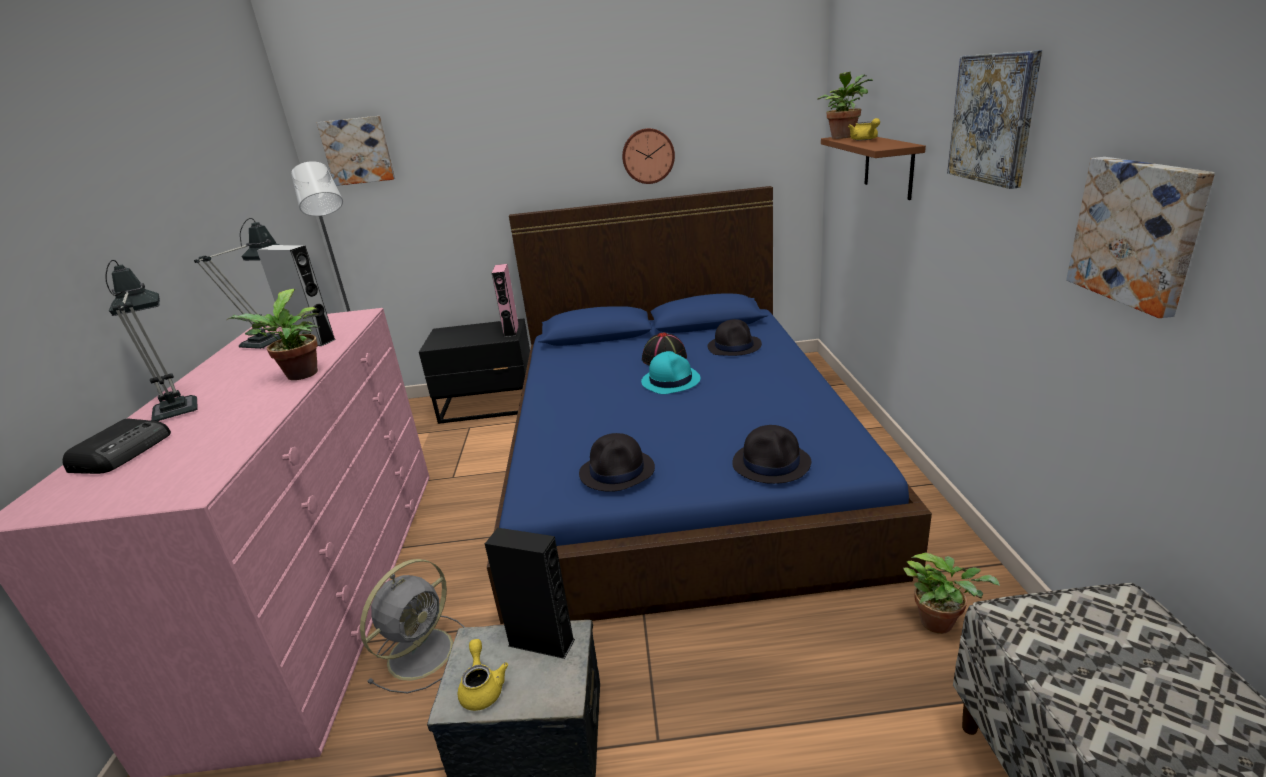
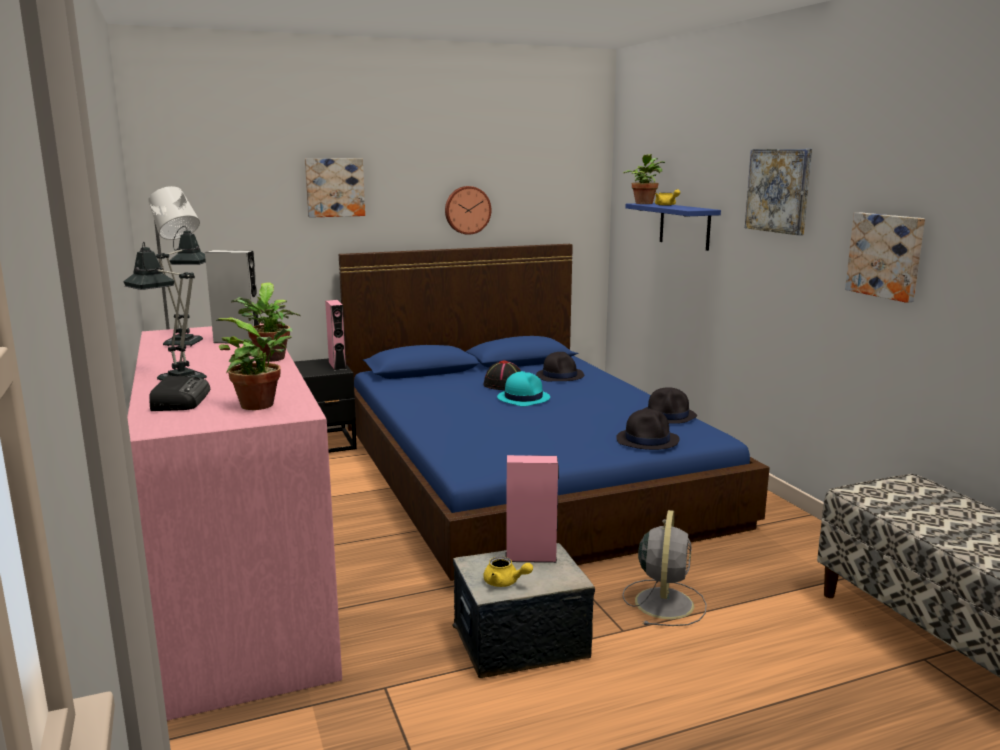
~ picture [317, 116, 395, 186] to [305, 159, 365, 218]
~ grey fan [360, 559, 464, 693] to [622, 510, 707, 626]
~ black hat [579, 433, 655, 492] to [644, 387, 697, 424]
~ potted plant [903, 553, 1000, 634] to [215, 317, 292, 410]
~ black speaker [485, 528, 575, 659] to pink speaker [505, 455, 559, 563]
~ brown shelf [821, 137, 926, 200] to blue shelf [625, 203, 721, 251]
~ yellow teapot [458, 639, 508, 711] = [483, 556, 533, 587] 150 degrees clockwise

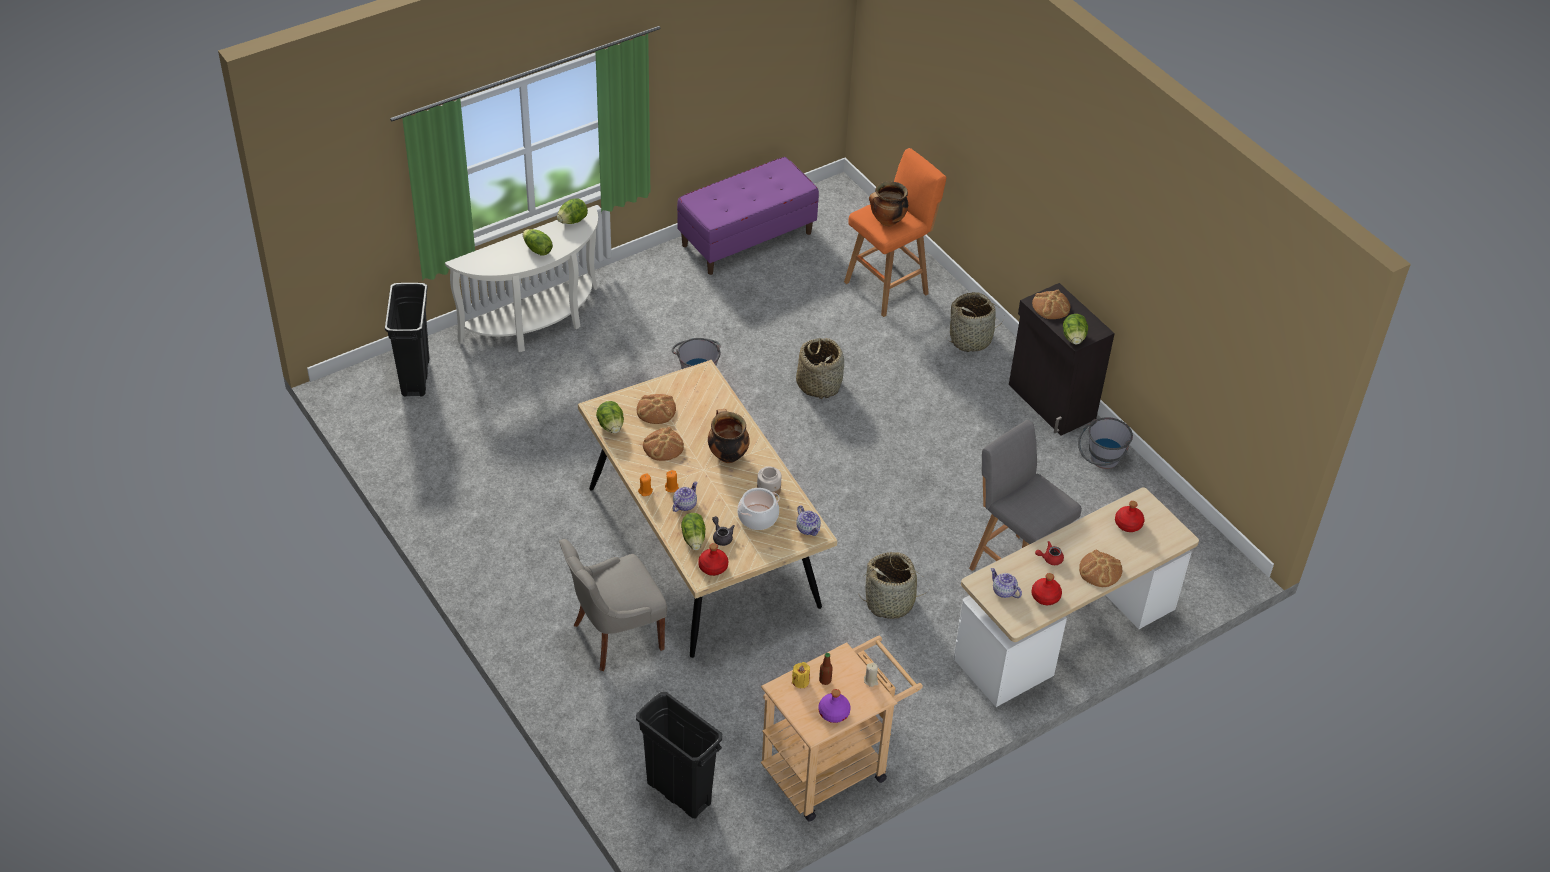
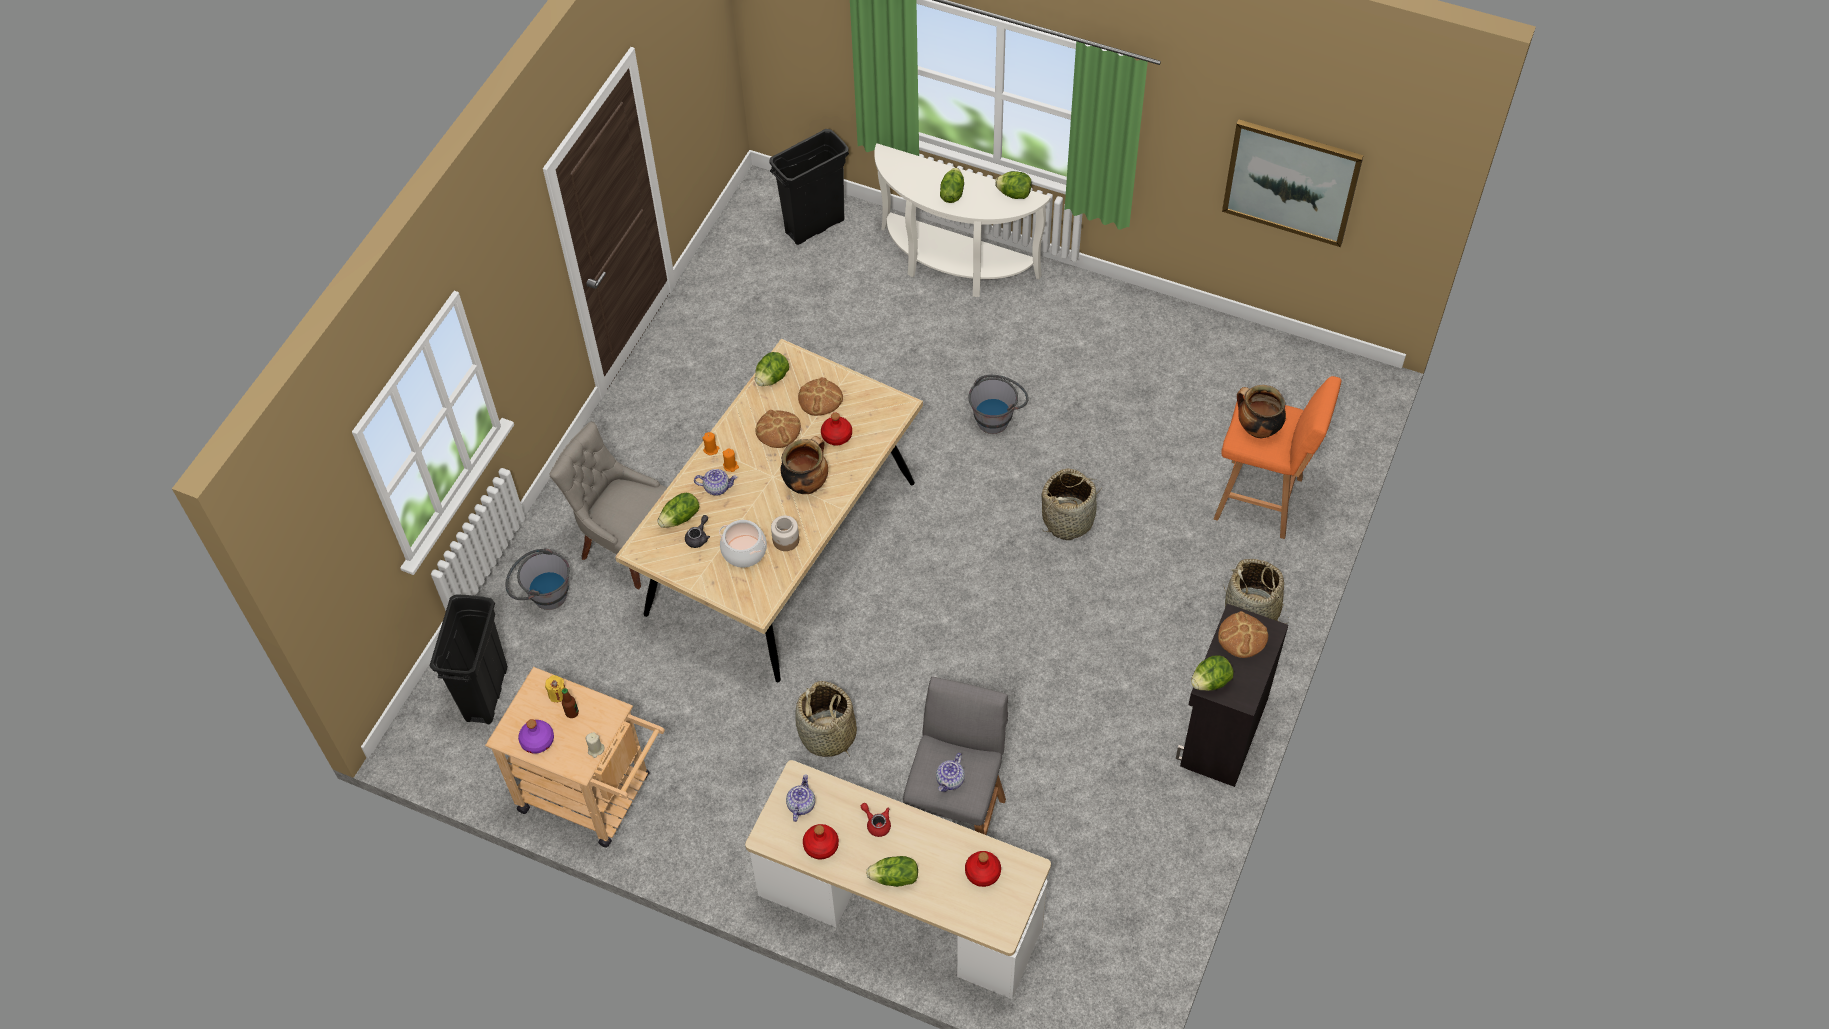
- purple bench [677, 157, 819, 275]
+ picture [1222, 120, 1364, 247]
~ red bottle [698, 543, 728, 576] to [821, 412, 852, 446]
~ teapot [796, 506, 821, 536] to [936, 753, 965, 792]
~ grey bucket [1078, 417, 1133, 469] to [505, 548, 570, 610]
~ bread [1079, 550, 1122, 587] to lettuce [866, 856, 918, 887]

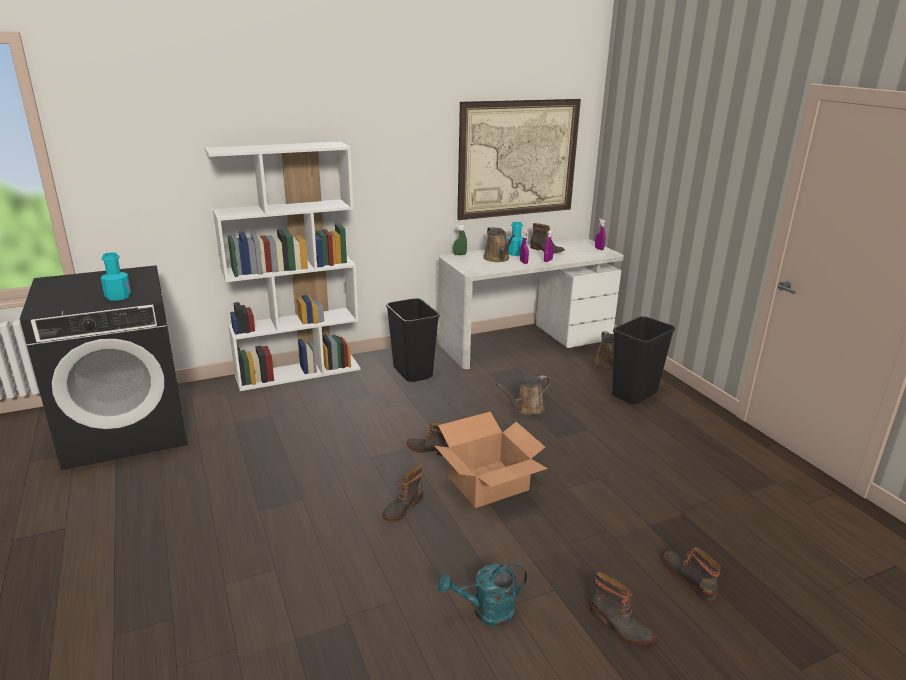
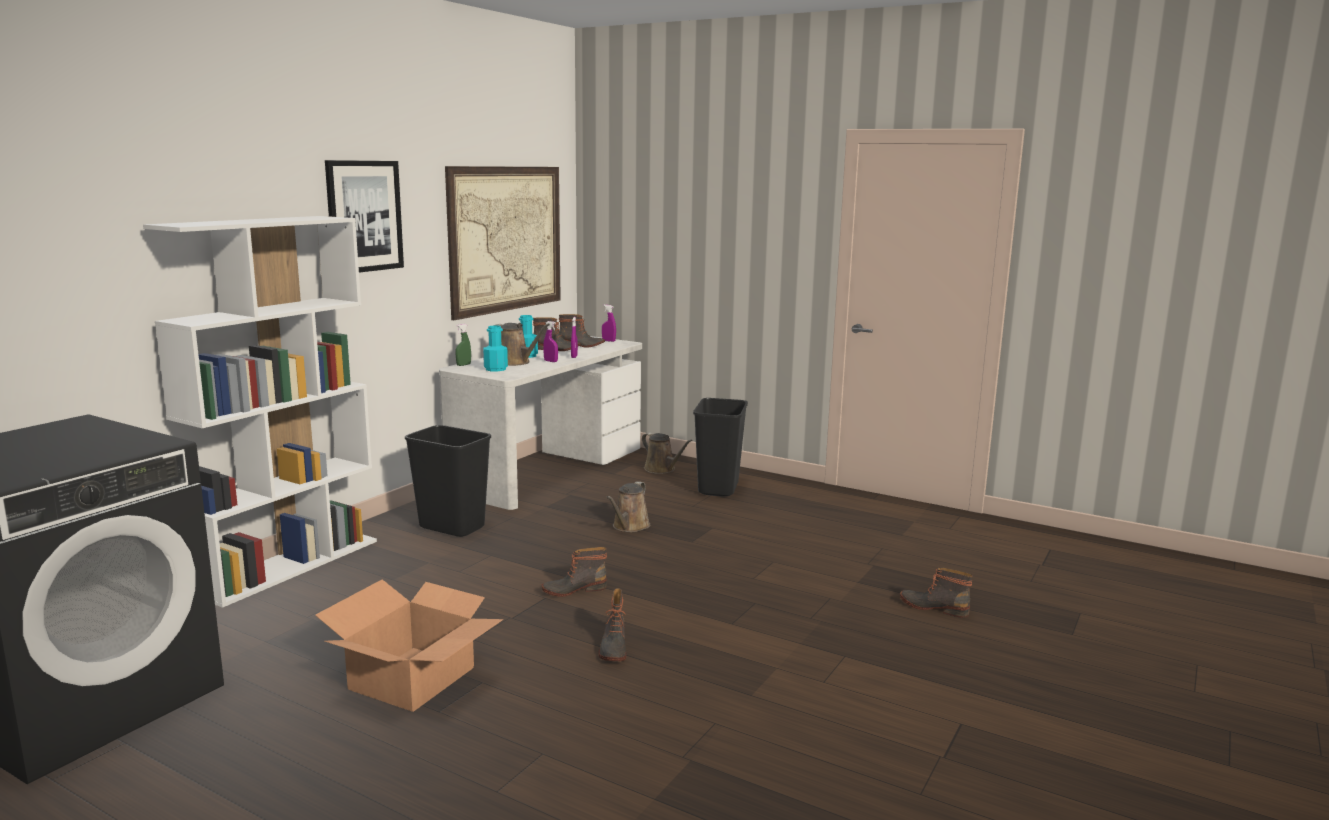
- turquoise watering can [438, 563, 527, 626]
+ picture [325, 160, 404, 273]
~ turquoise bottle [101, 252, 131, 301] to [483, 325, 508, 371]
~ cardboard box [435, 412, 548, 508] to [315, 579, 503, 712]
~ boot [590, 572, 657, 645] to [559, 314, 605, 348]

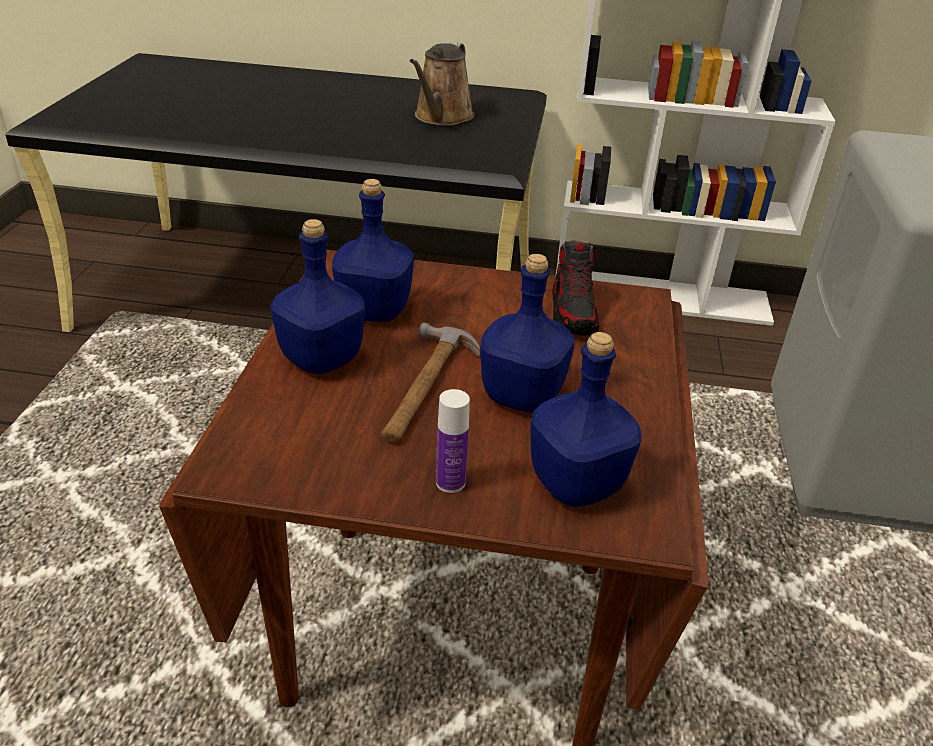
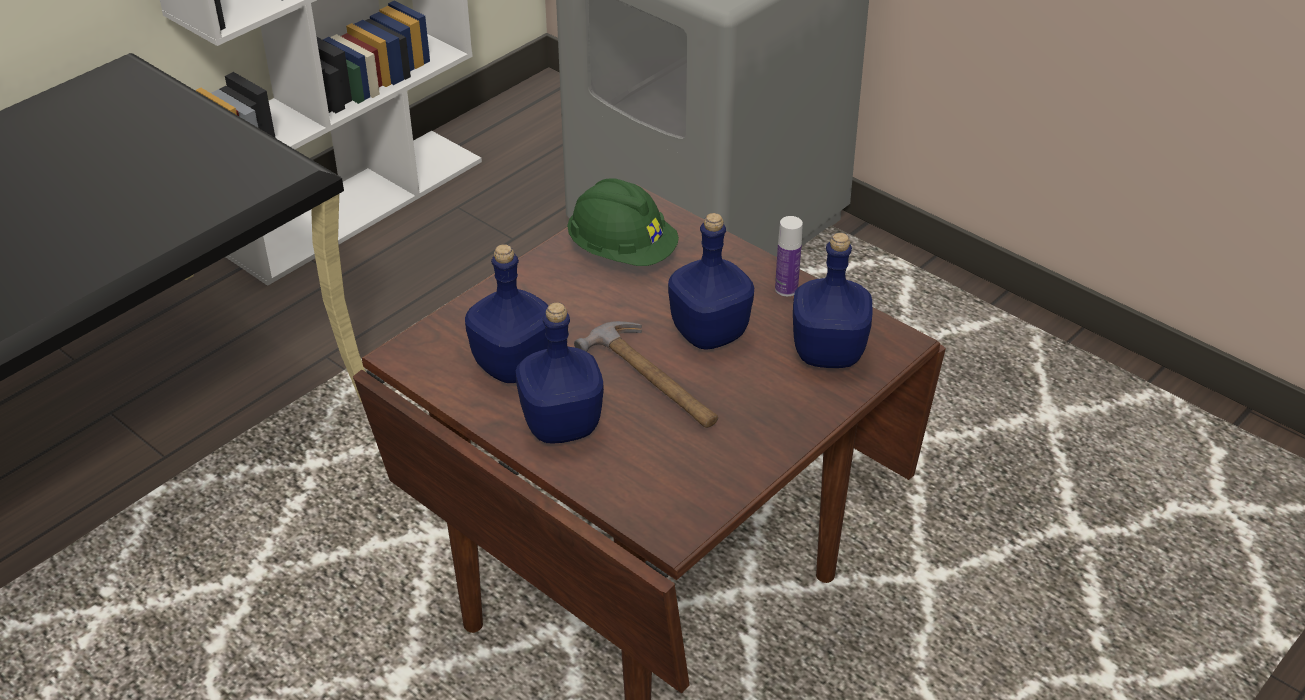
- brown watering can [410, 42, 474, 126]
~ bottle [436, 389, 470, 493] to [775, 216, 803, 296]
~ shoe [552, 240, 599, 335] to green hard hat [567, 178, 679, 266]

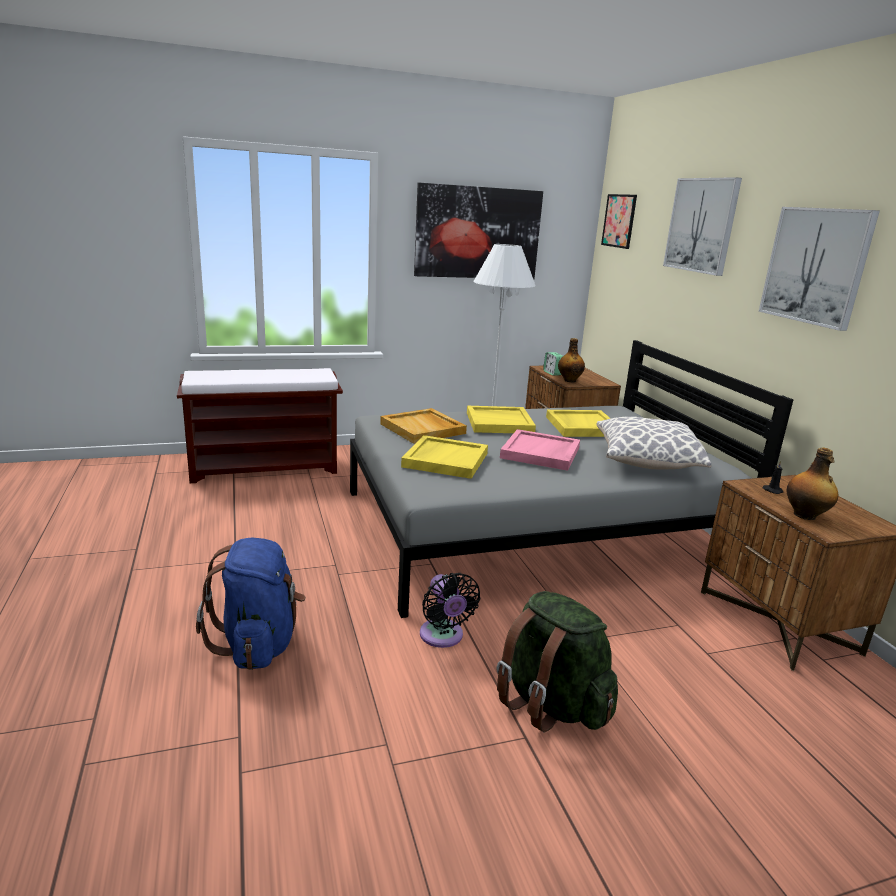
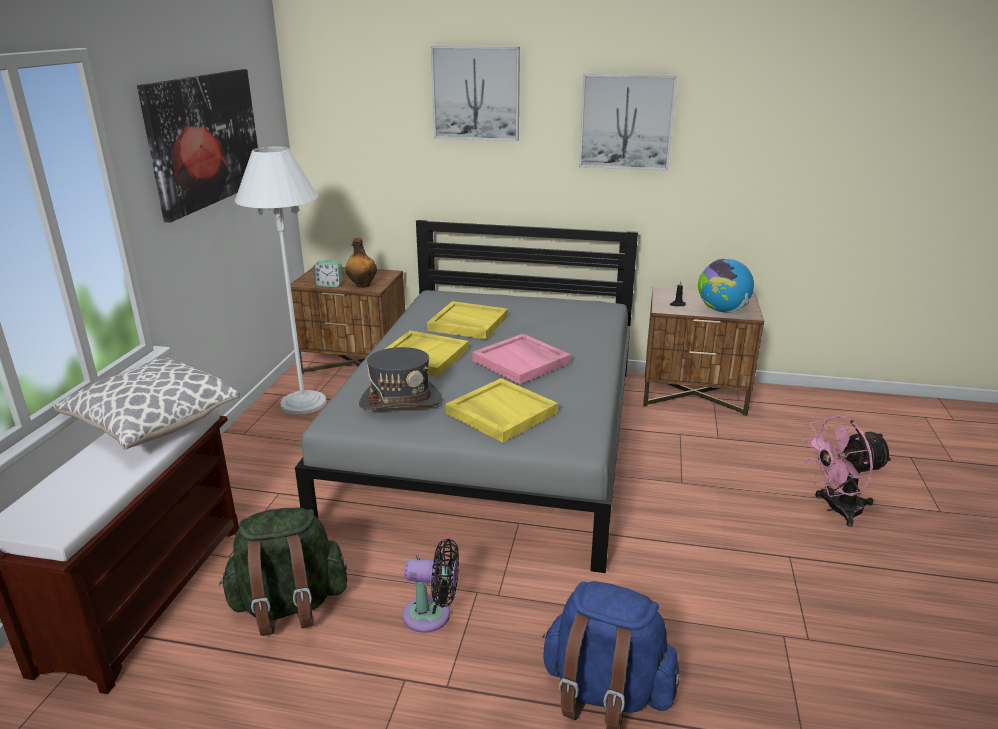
- picture [601, 194, 637, 249]
+ pink fan [803, 415, 893, 527]
~ black fan [420, 573, 480, 648] to [403, 539, 459, 633]
~ green backpack [497, 591, 618, 732] to [219, 508, 347, 636]
~ pillow [596, 416, 711, 470] to [53, 357, 240, 450]
~ beige tray [380, 408, 467, 444] to grey hat [359, 347, 442, 410]
~ bottle [786, 448, 838, 520] to globe [698, 259, 754, 313]

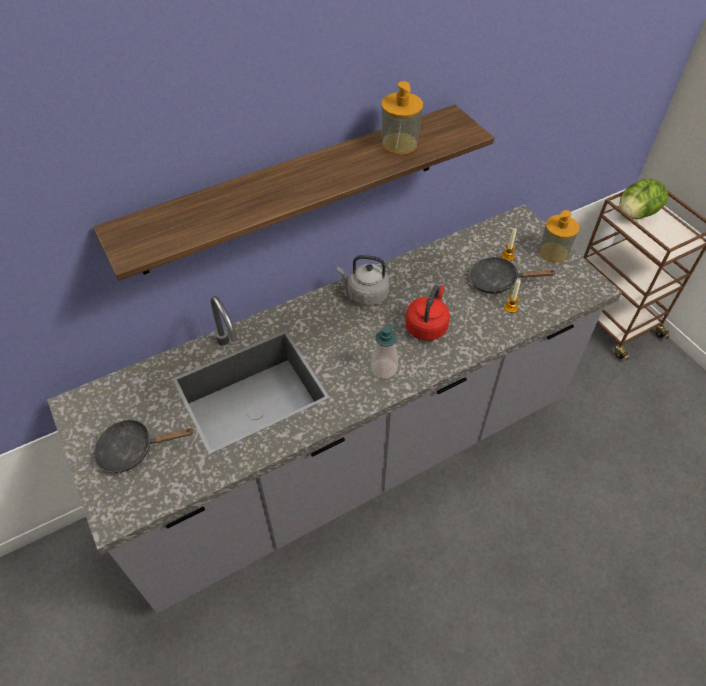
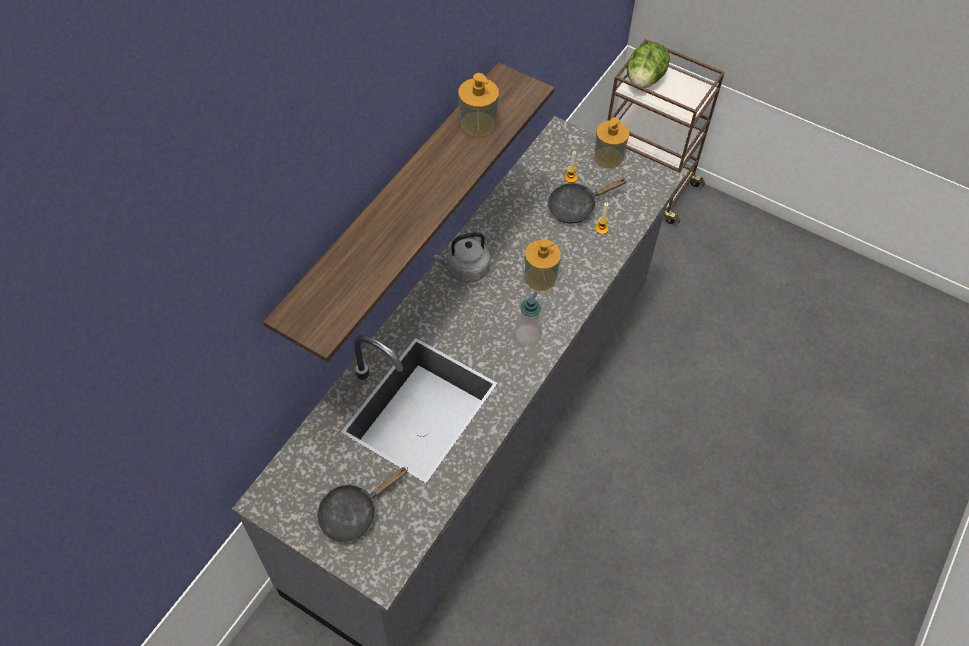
~ red kettle [405, 285, 450, 341] to soap dispenser [525, 239, 561, 291]

